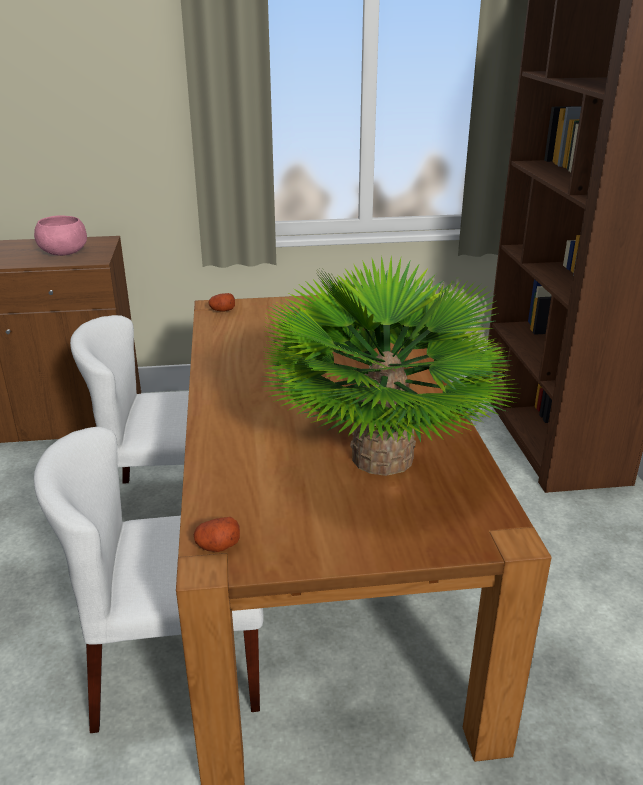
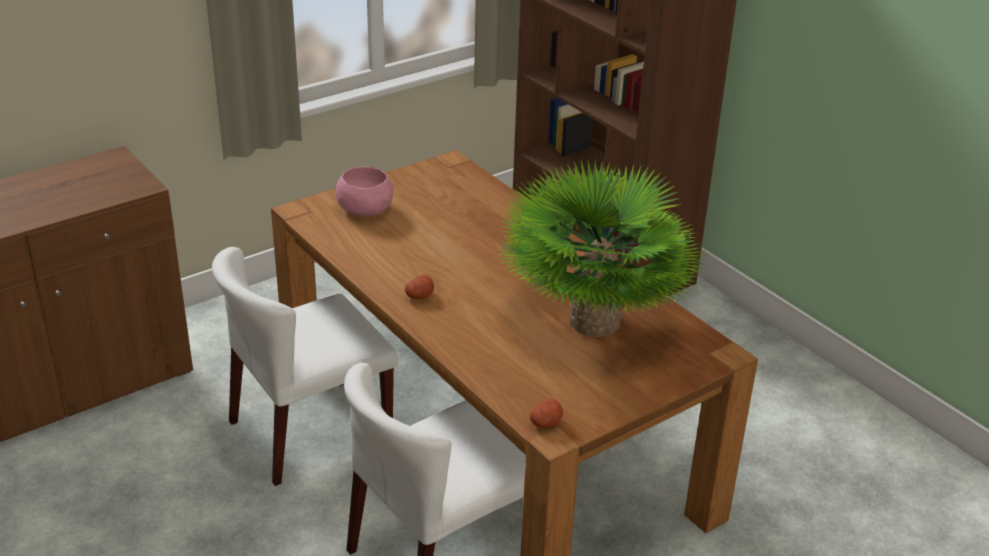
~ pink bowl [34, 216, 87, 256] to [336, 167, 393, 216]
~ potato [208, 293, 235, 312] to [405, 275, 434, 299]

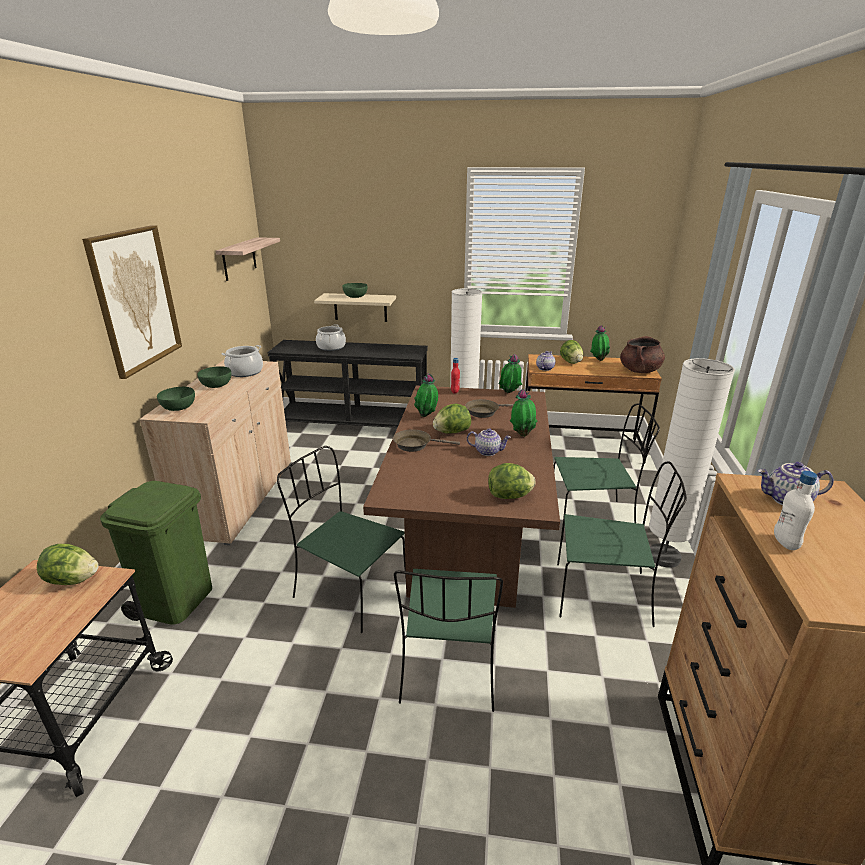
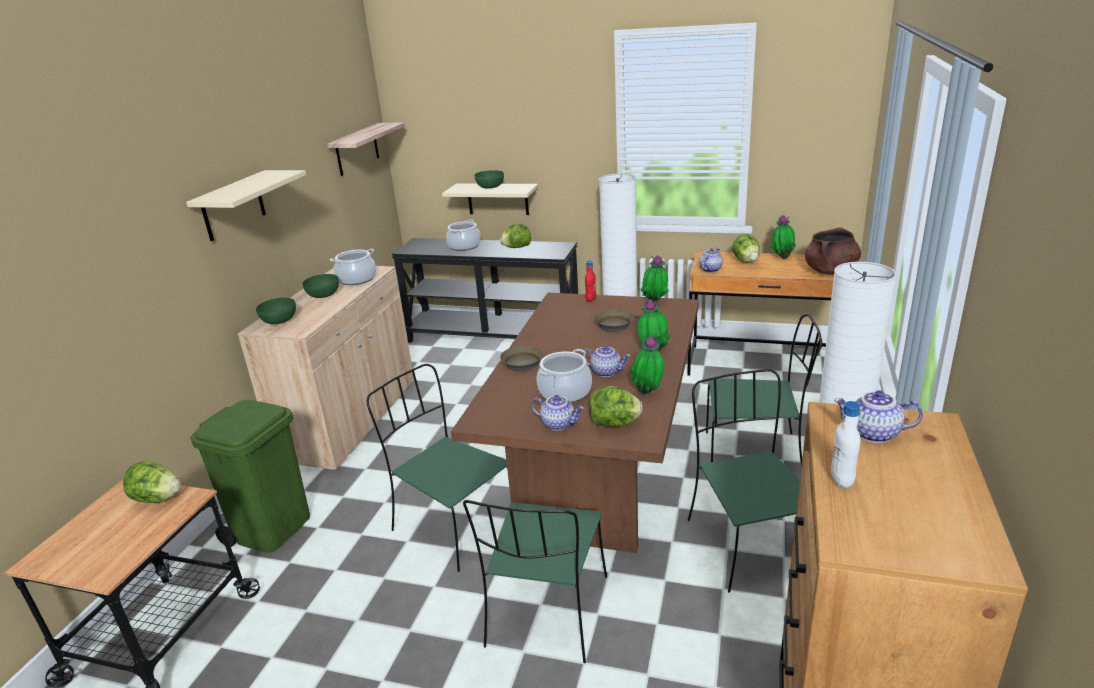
+ teapot [531, 395, 584, 431]
+ cooking pot [536, 349, 592, 403]
~ potted plant [414, 373, 438, 417] to [630, 336, 664, 394]
~ lettuce [433, 404, 471, 434] to [500, 224, 531, 248]
~ picture [82, 225, 182, 379] to beige shelf [186, 170, 306, 241]
~ green chair [557, 462, 687, 627] = [688, 369, 800, 593] 120 degrees counterclockwise

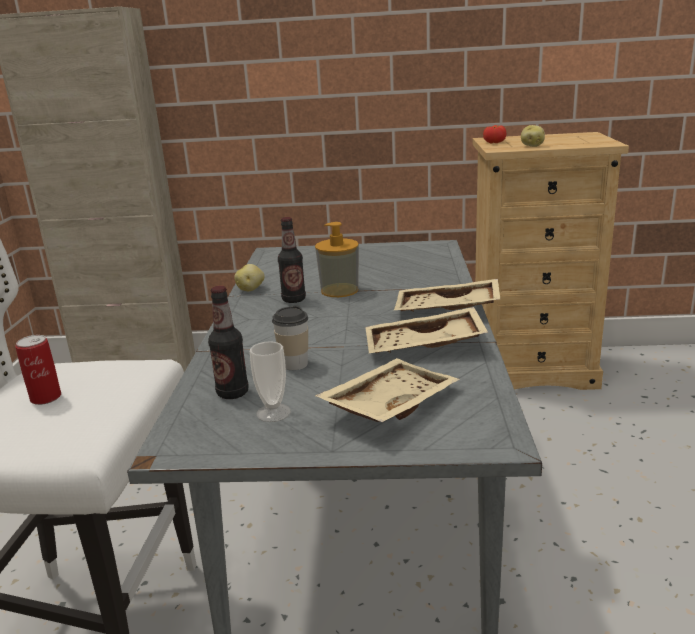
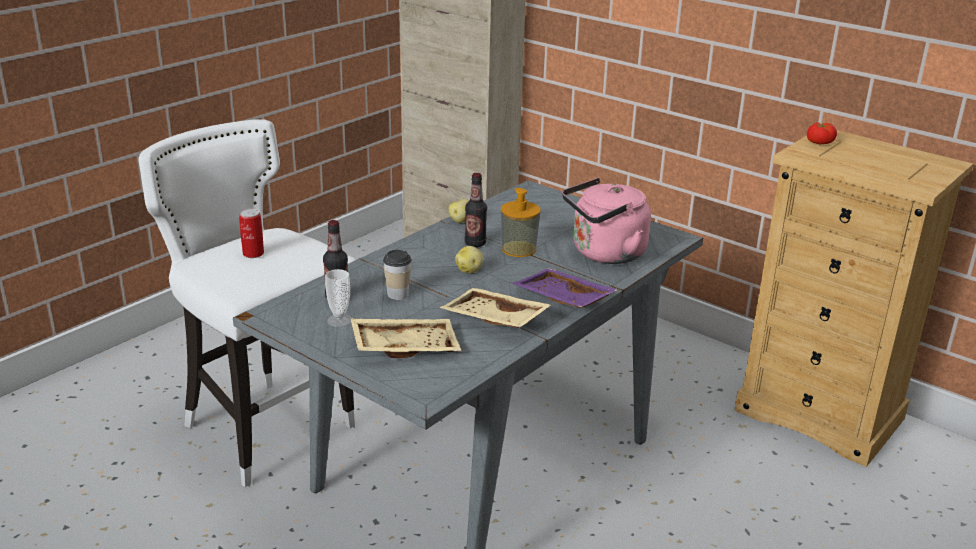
+ pink kettle [562, 178, 651, 264]
~ potato [521, 125, 545, 147] to [455, 246, 483, 273]
~ beige tray [394, 279, 500, 312] to purple tray [512, 268, 617, 308]

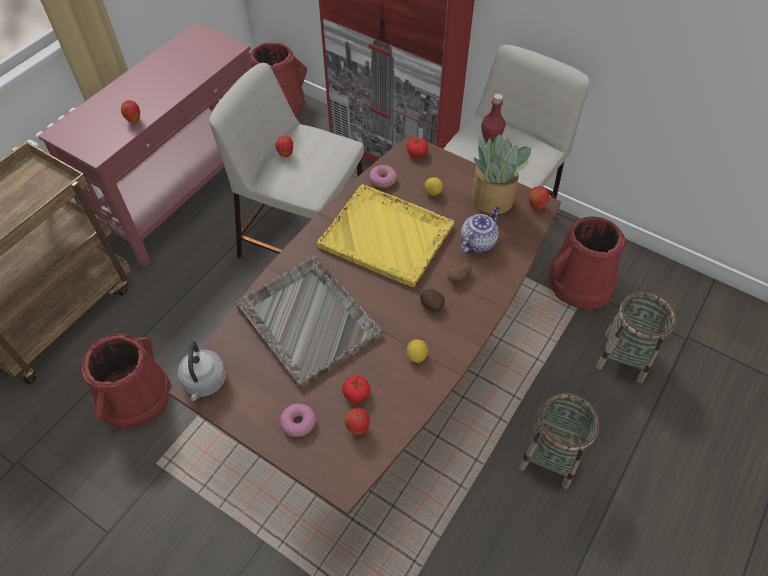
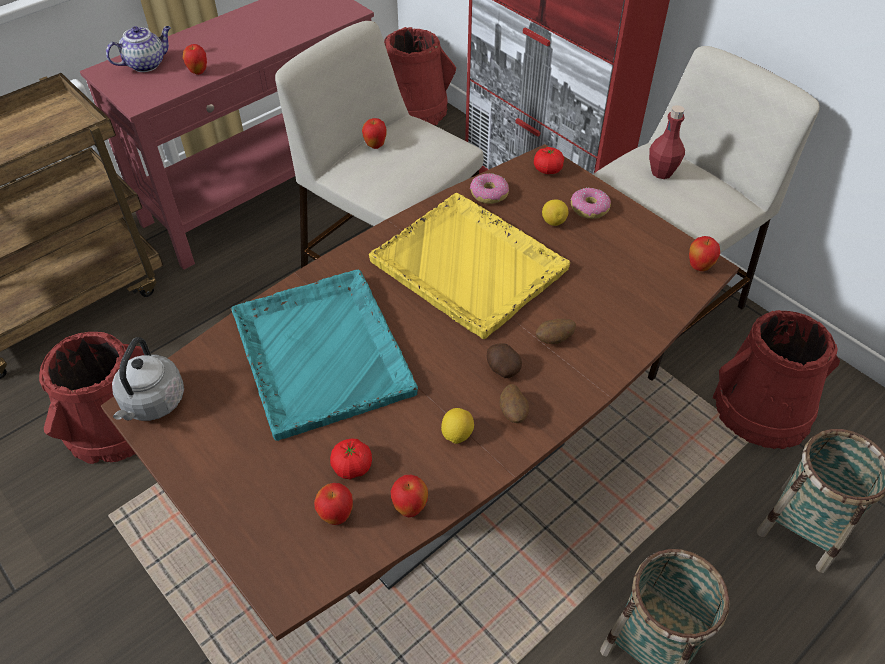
- potted plant [472, 134, 531, 214]
+ apple [391, 475, 428, 518]
+ potato [500, 384, 529, 423]
~ donut [280, 403, 316, 437] to [571, 188, 611, 219]
~ teapot [460, 207, 500, 253] to [106, 26, 171, 72]
~ grey tray [235, 256, 383, 388] to turquoise tray [231, 270, 418, 441]

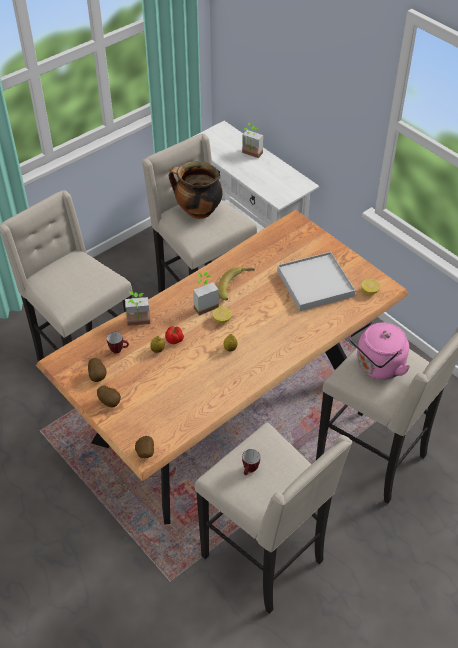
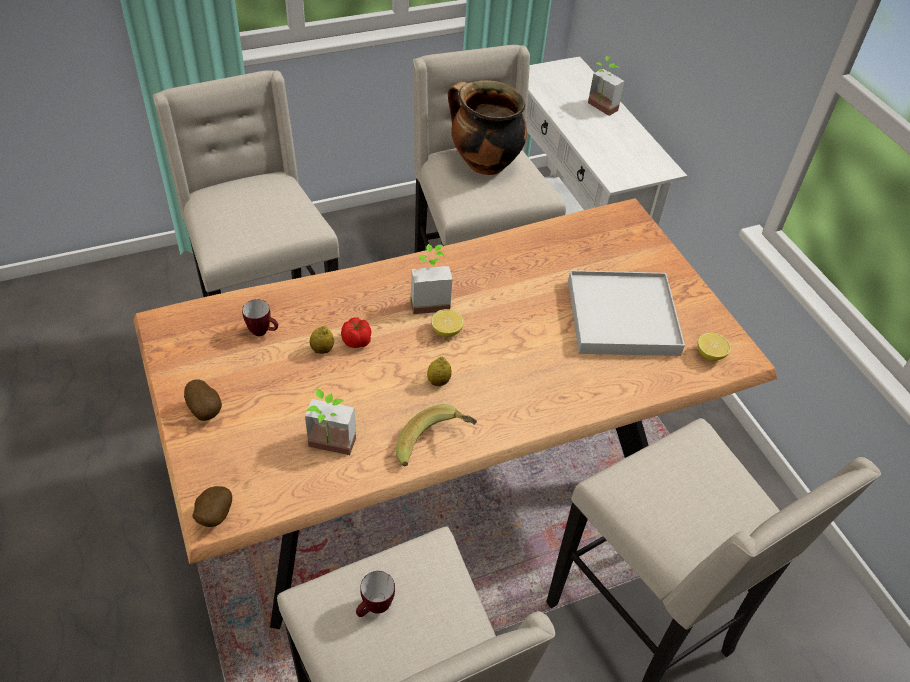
- potato [88, 358, 106, 382]
- pink kettle [350, 322, 410, 380]
~ potted plant [125, 291, 151, 326] to [305, 389, 356, 455]
~ banana [218, 267, 255, 301] to [396, 404, 477, 466]

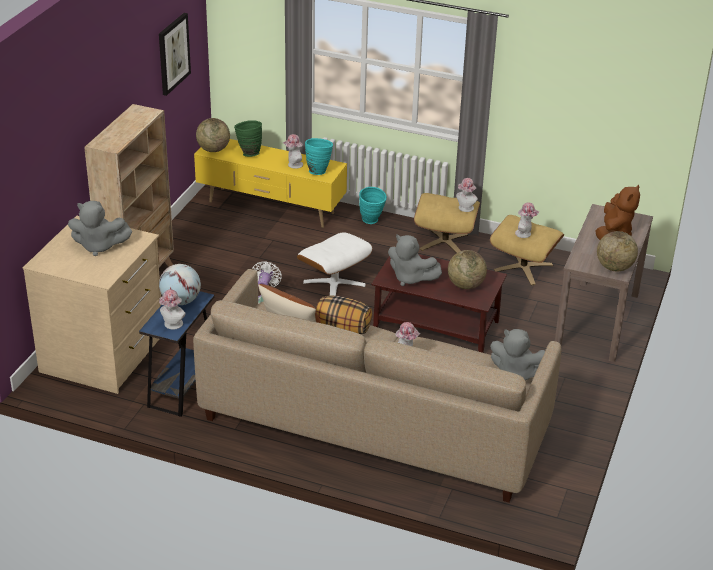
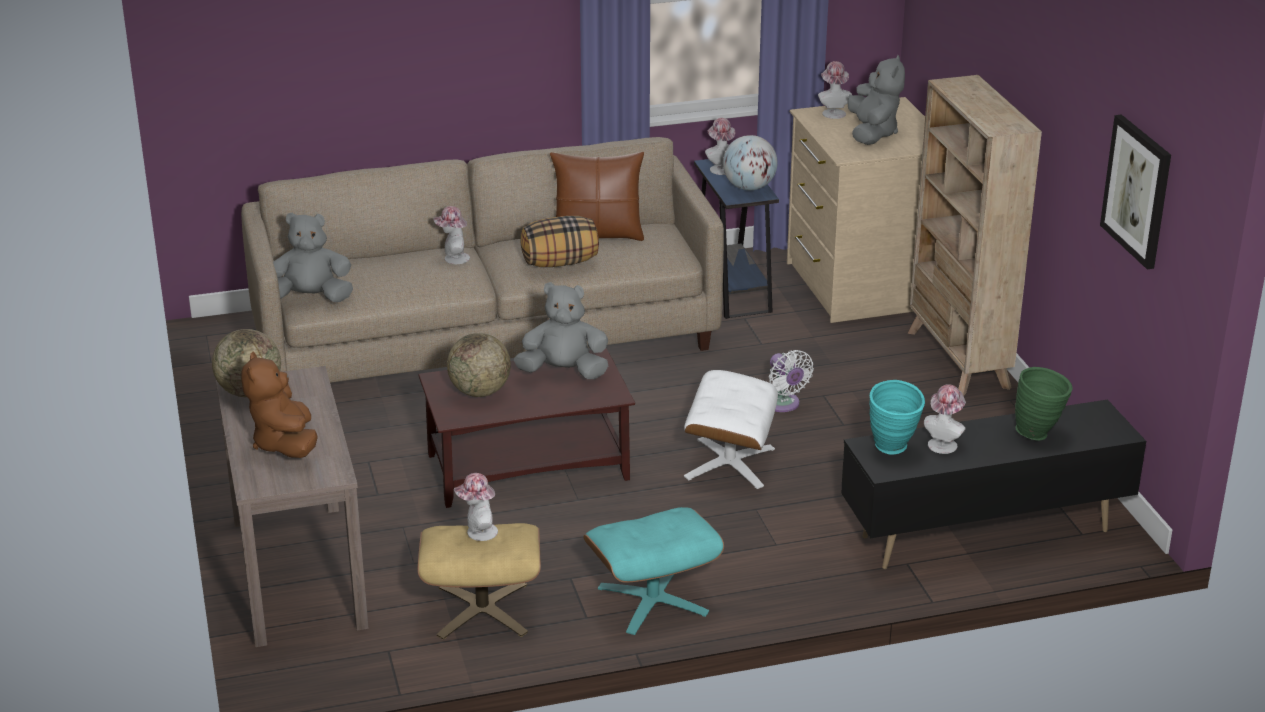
- globe [196, 118, 230, 152]
- turquoise vase [359, 187, 387, 224]
~ hat [456, 178, 478, 212] to [818, 61, 852, 119]
~ yellow tv stand [194, 139, 347, 228] to black tv stand [841, 399, 1146, 569]
~ beige ottoman [414, 193, 480, 253] to turquoise ottoman [583, 507, 724, 635]
~ grey plush toy [68, 201, 132, 256] = [847, 55, 905, 145] 120 degrees clockwise

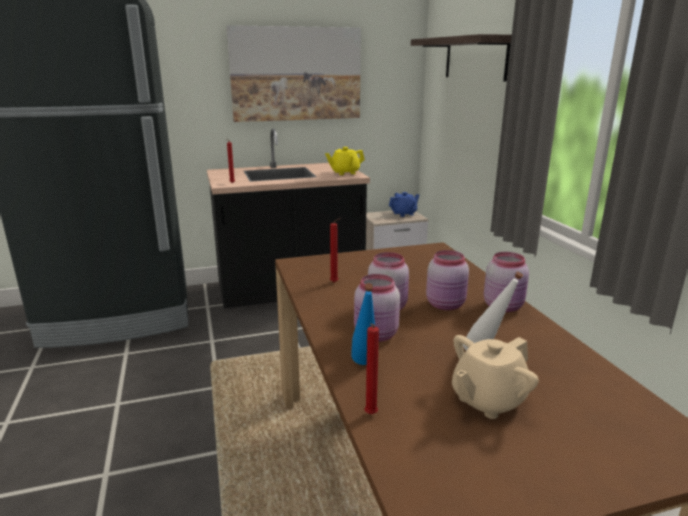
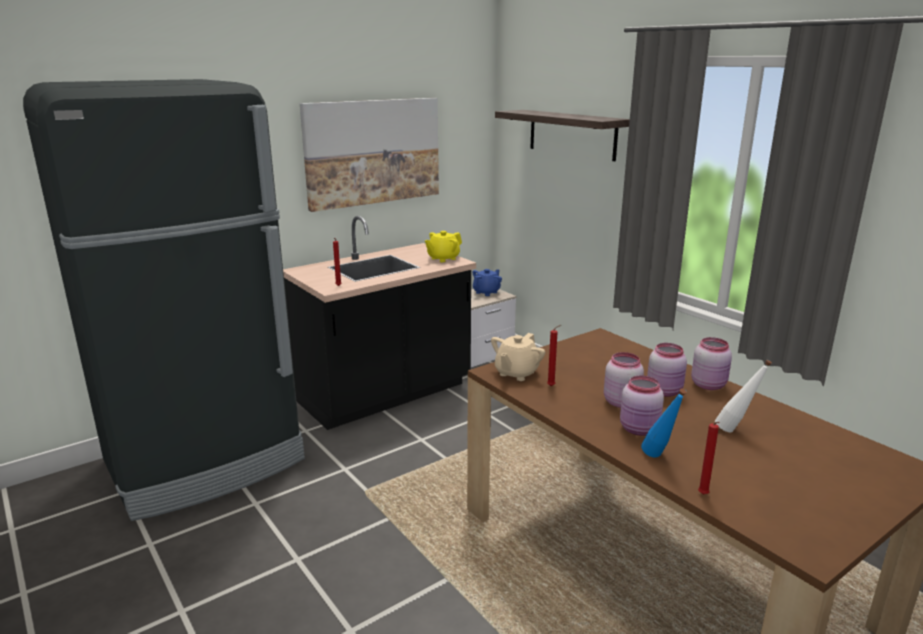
~ beige teapot [452, 335, 539, 419] to [491, 333, 545, 381]

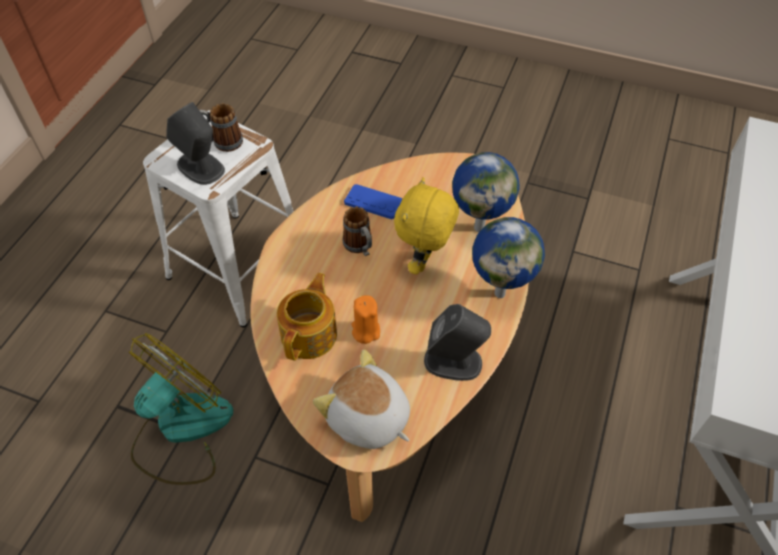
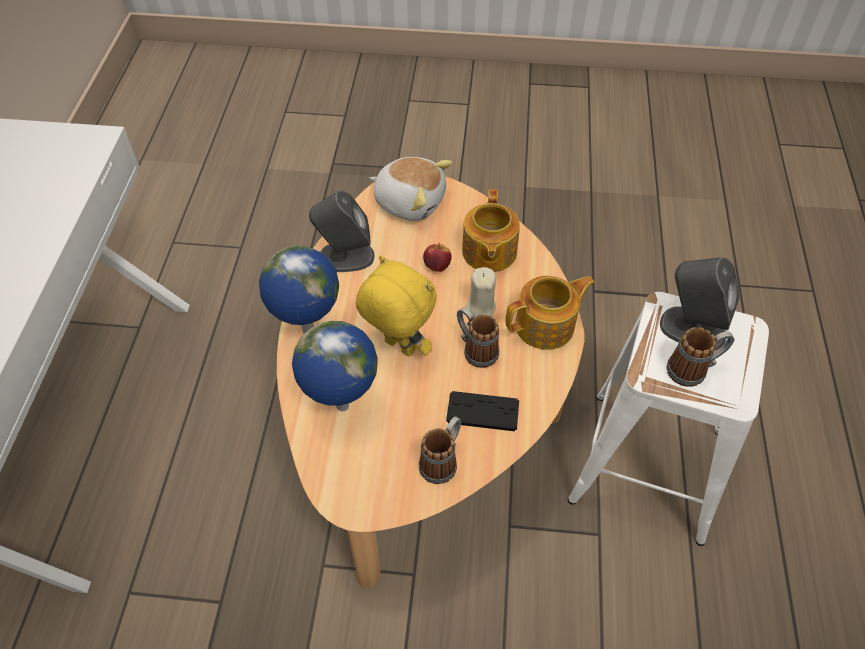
- fan [129, 333, 233, 485]
+ mug [419, 416, 461, 484]
+ beige candle [466, 267, 496, 317]
+ teapot [506, 276, 595, 350]
~ orange candle [352, 295, 380, 344] to apple [423, 243, 452, 272]
~ blue game controller [344, 184, 402, 219] to black game controller [446, 391, 519, 431]
~ yellow plush toy [394, 177, 459, 275] = [356, 255, 437, 357] 60 degrees counterclockwise

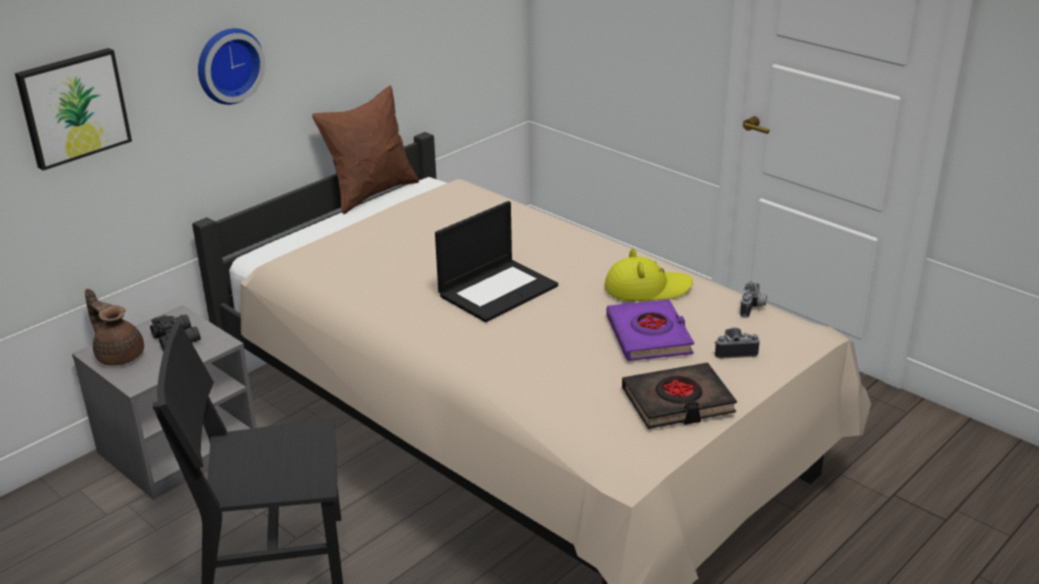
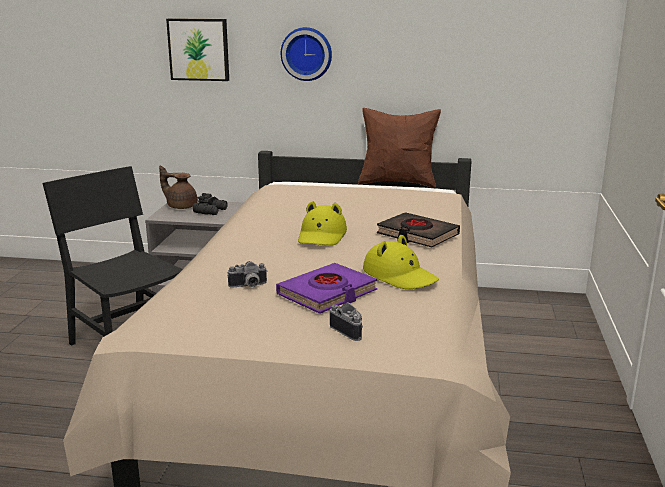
~ black book [622, 362, 737, 429] to [377, 212, 460, 247]
~ photo camera [740, 281, 767, 318] to [227, 261, 268, 288]
~ laptop [435, 201, 558, 322] to yellow hat [298, 201, 347, 246]
~ brown teapot [85, 289, 144, 366] = [159, 165, 198, 209] 75 degrees counterclockwise

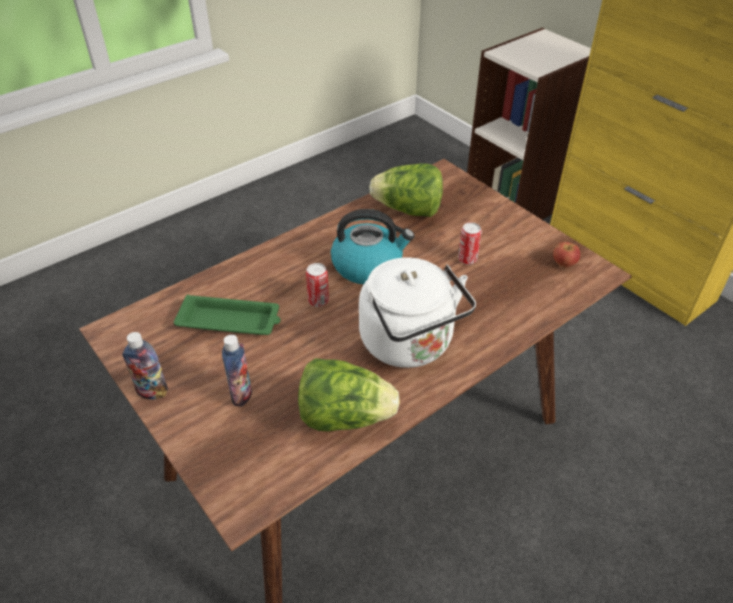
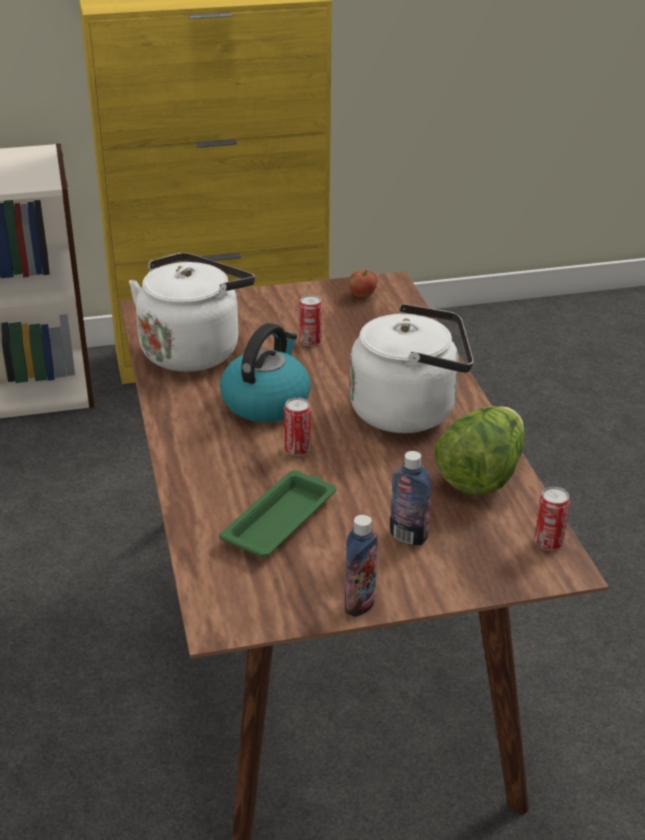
+ can [534, 487, 570, 550]
~ lettuce [369, 163, 443, 217] to white kettle [129, 253, 255, 372]

